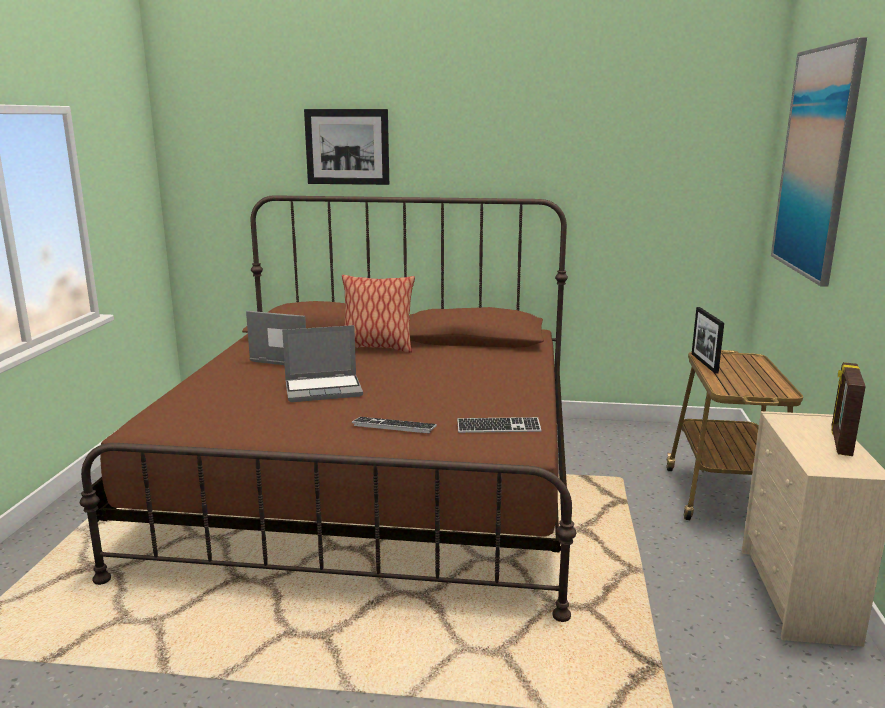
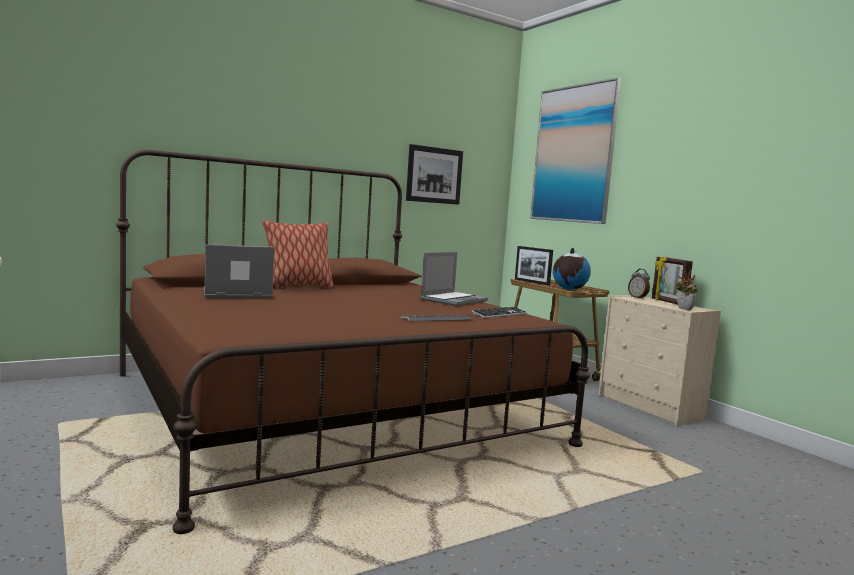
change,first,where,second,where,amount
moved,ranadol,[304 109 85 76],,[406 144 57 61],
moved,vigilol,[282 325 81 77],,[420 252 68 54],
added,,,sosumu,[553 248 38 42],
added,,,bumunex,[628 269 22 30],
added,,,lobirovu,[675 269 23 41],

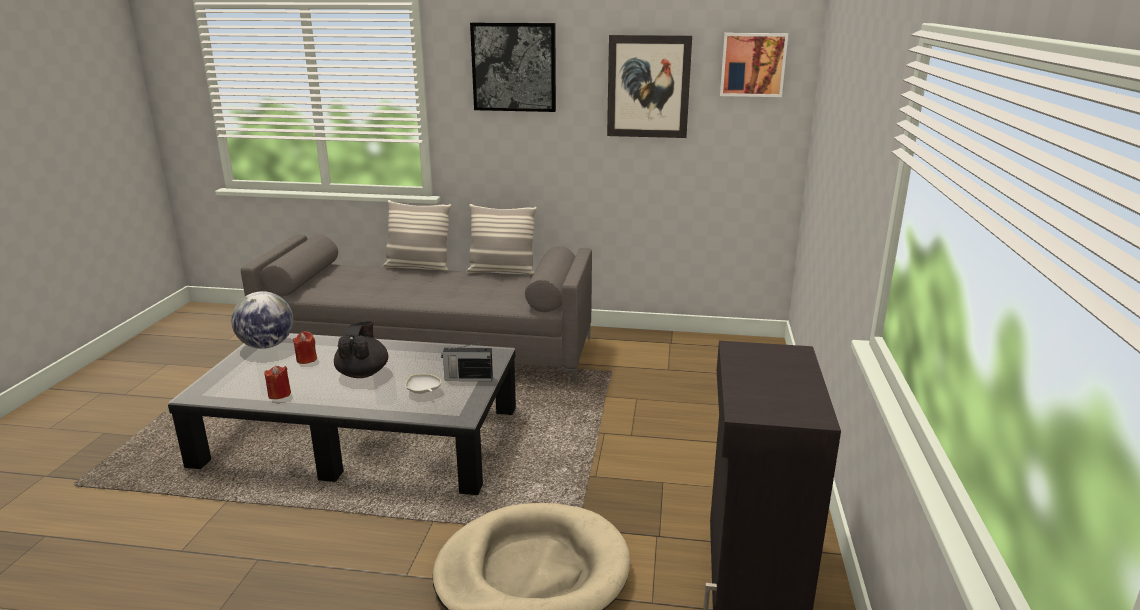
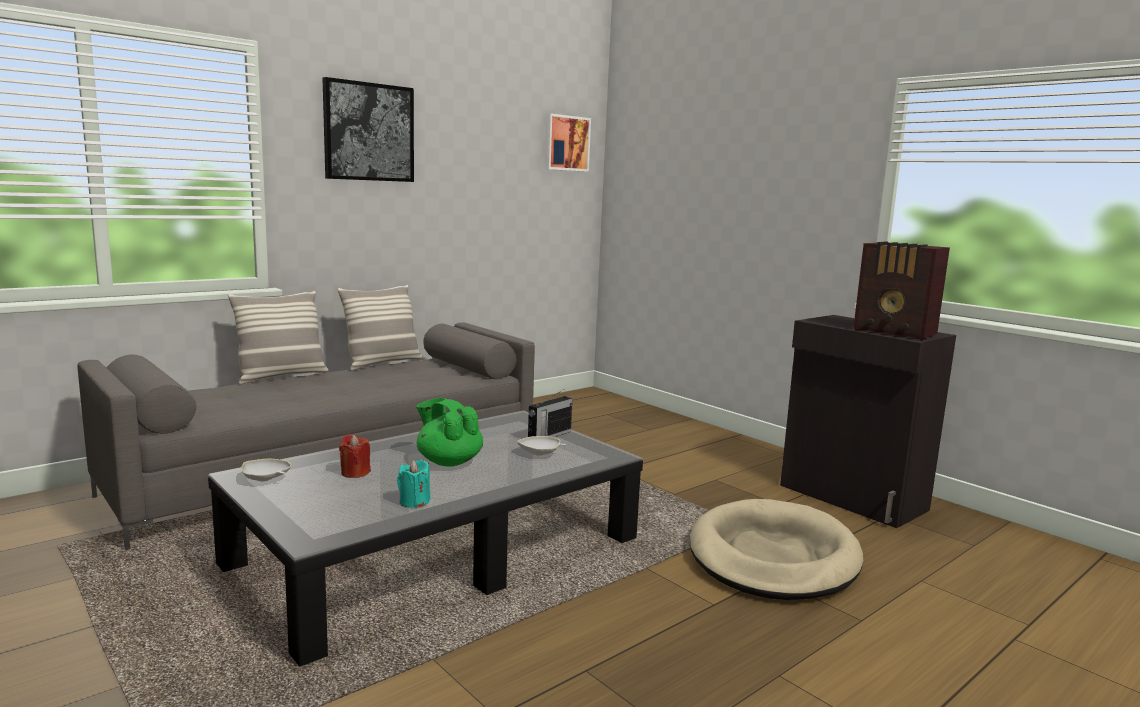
change,first,where,second,where,amount
removed,ranadol,[607 35 85 103],,,
replaced,sosumu,[231 291 62 58],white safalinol,[241 459 51 23],
recoloured,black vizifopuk,[334 321 54 57],green vizifopuk,[416 398 67 69],
recoloured,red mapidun,[264 365 27 34],turquoise mapidun,[397 460 33 48],
added,,,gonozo,[853 241 97 99],

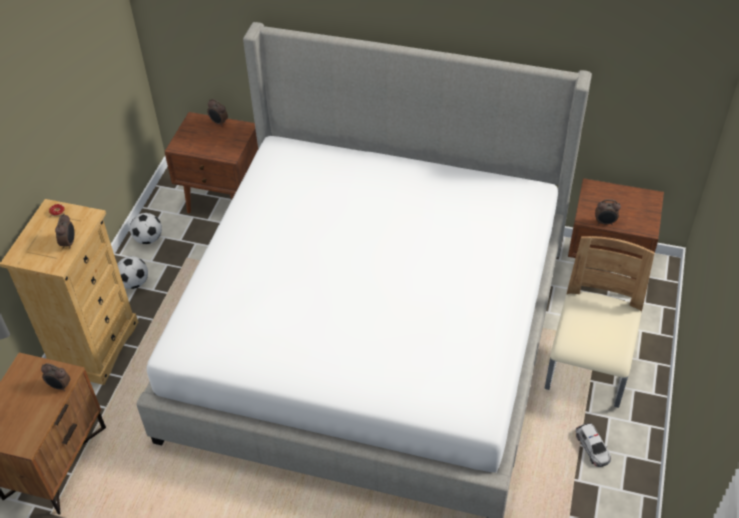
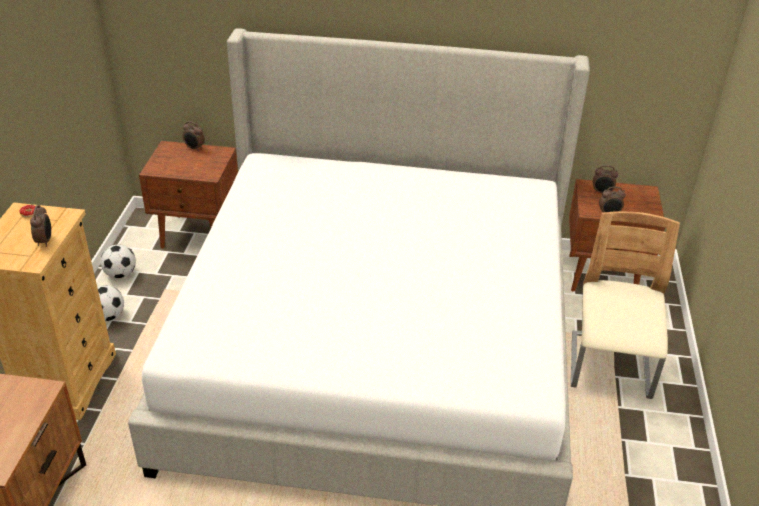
change,first,where,second,where,amount
moved,bumunex,[41 363 29 28],,[593 165 25 28],
removed,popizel,[576 423 35 44],,,

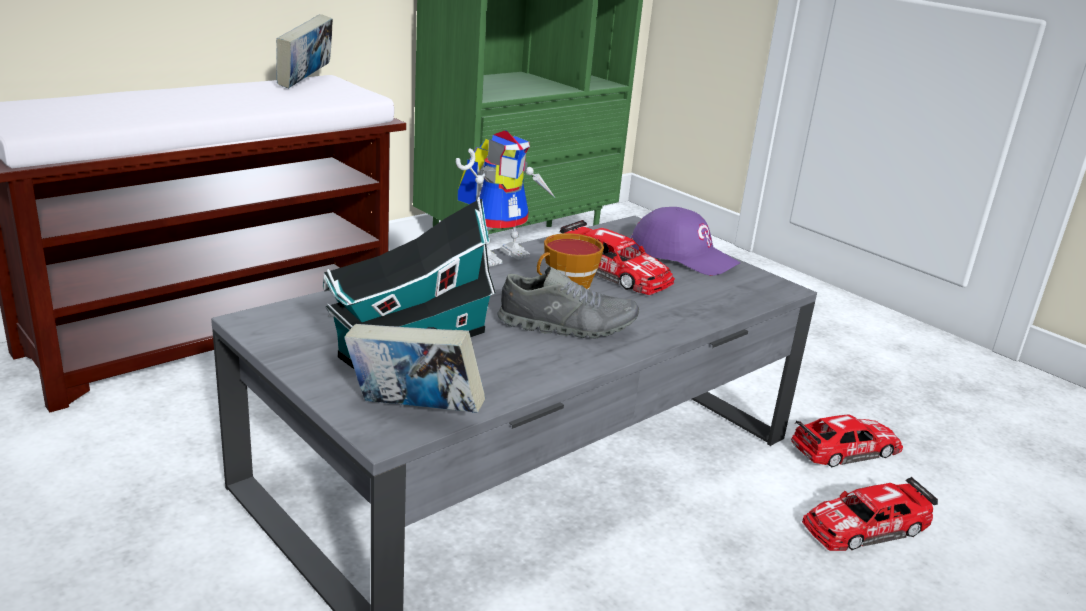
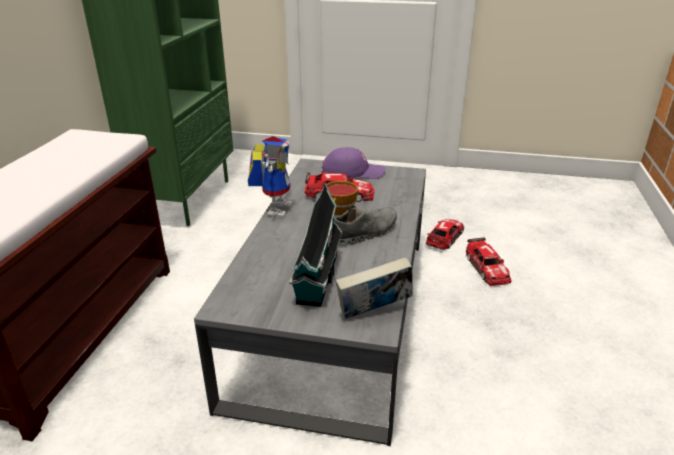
change,first,where,second,where,amount
removed,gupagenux,[276 14 57 74],,,
turned,popizel,[802 477 136 74],,[466 237 46 49],45 degrees counterclockwise

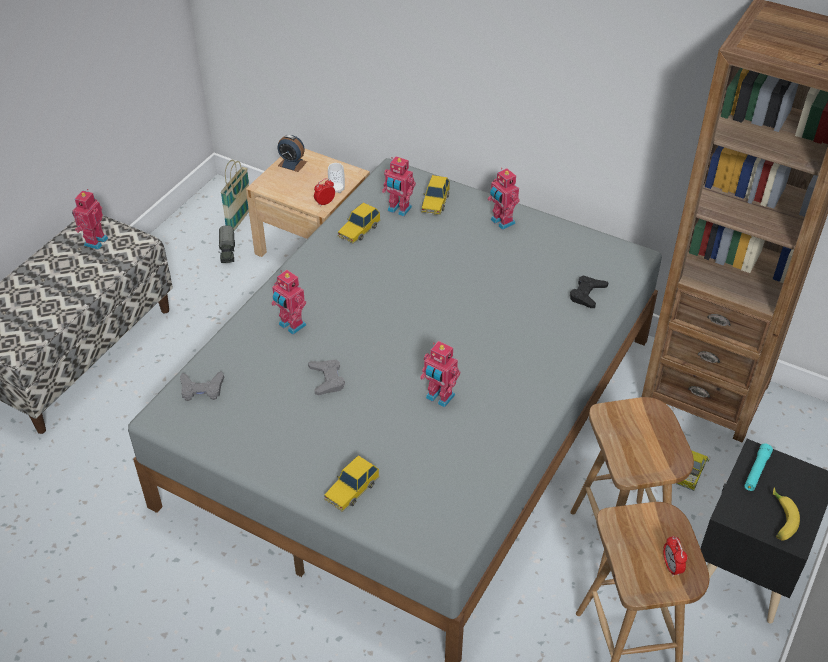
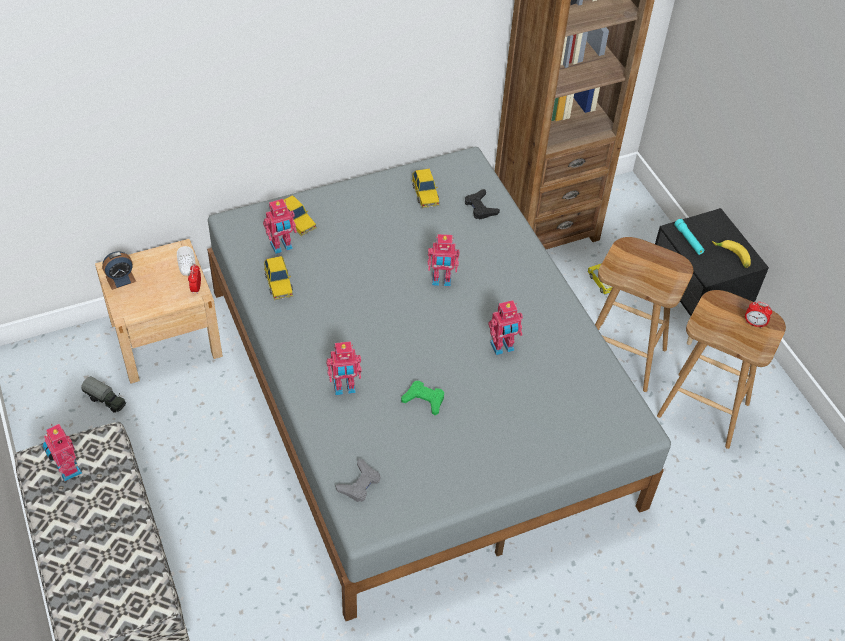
change,first,where,second,where,amount
removed,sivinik,[220 160 29 71],,,
moved,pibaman,[488 168 32 62],,[427 234 33 53],
recoloured,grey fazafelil,[308 359 37 36],green fazafelil,[401 381 43 34],
moved,popizel,[324 455 56 57],,[412 169 28 39],

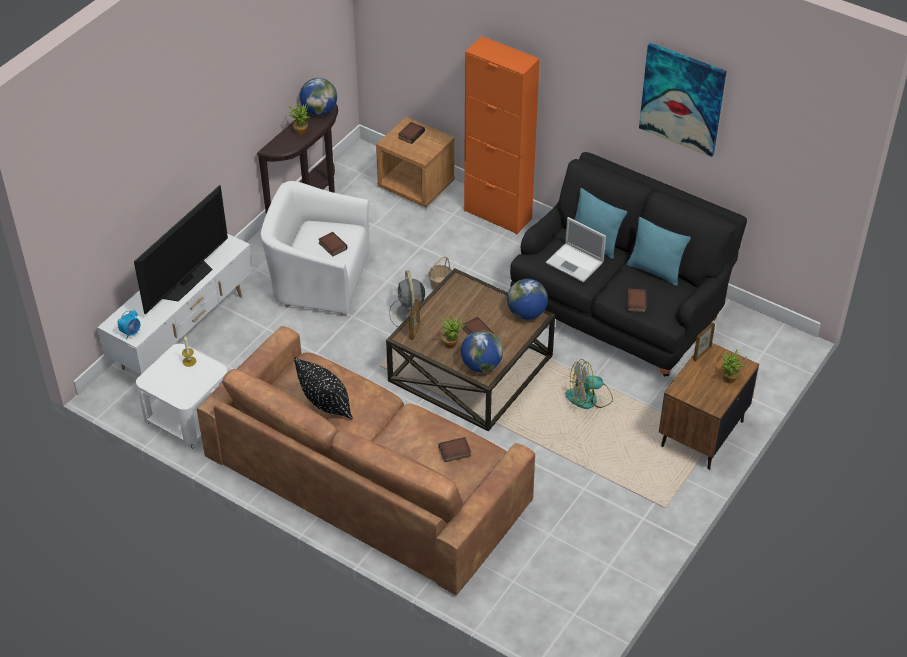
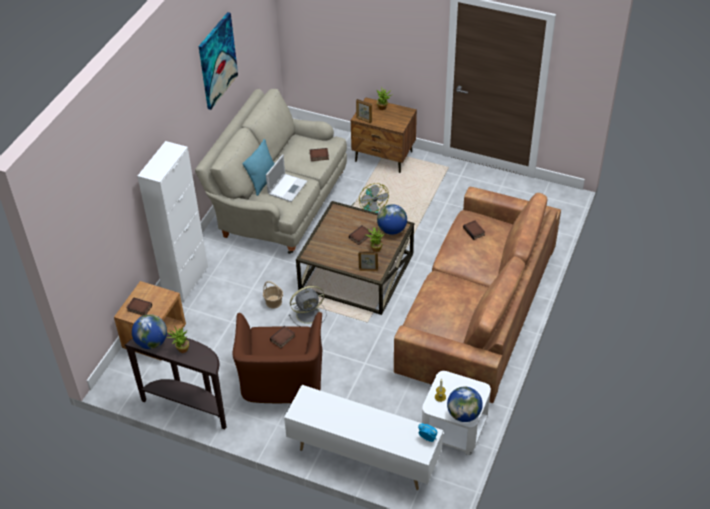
change,first,where,second,where,amount
recoloured,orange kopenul,[464 36 76 198],white kopenul,[137 141 71 161],
recoloured,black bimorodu,[510 152 237 224],beige bimorodu,[195 89 152 165],
recoloured,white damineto,[261 181 109 135],brown damineto,[232 312 90 91],
removed,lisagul,[134 185 94 130],,,
removed,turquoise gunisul,[626 217 65 69],,,
moved,sosumu,[507 279 41 41],,[447 387 36 35],
removed,black gunisul,[294 357 59 62],,,

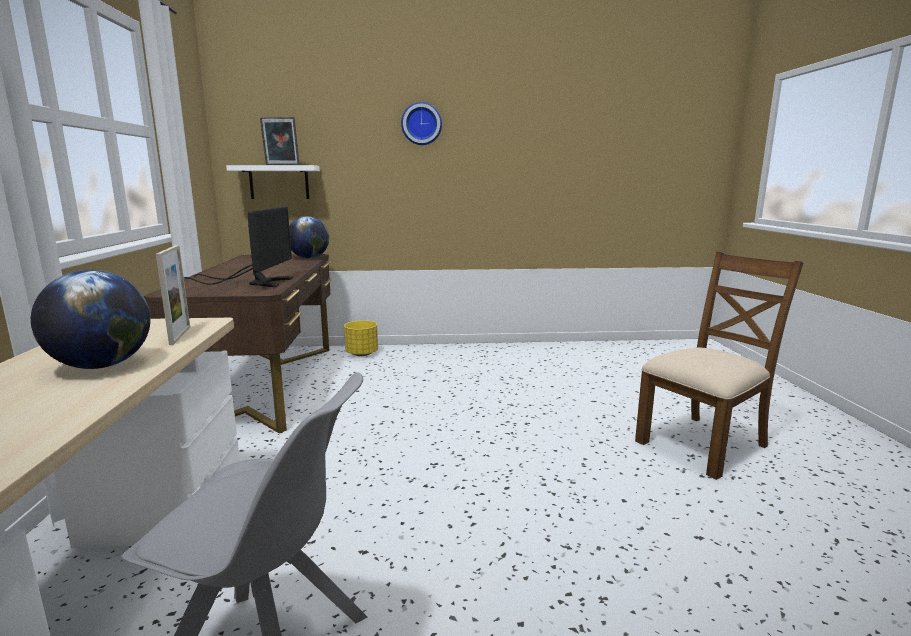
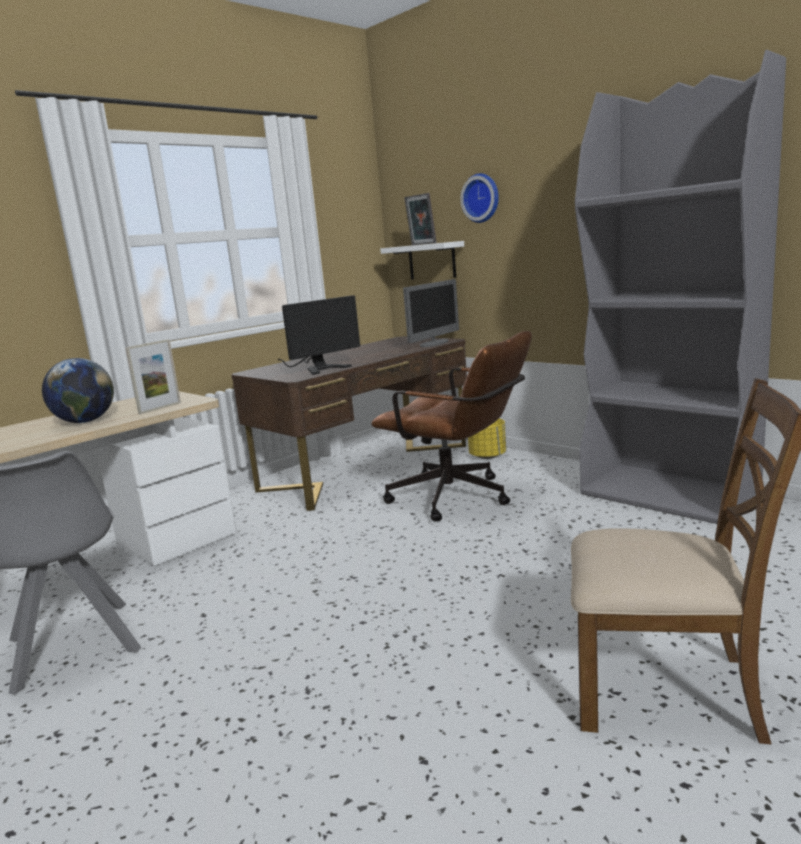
change,first,where,second,where,amount
moved,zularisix,[401 102 41 43],,[460 173 39 50],
replaced,sosumu,[289 216 40 42],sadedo,[403 279 56 68],
added,,,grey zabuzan,[575 50 211 474],
added,,,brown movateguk,[371 331 161 191],

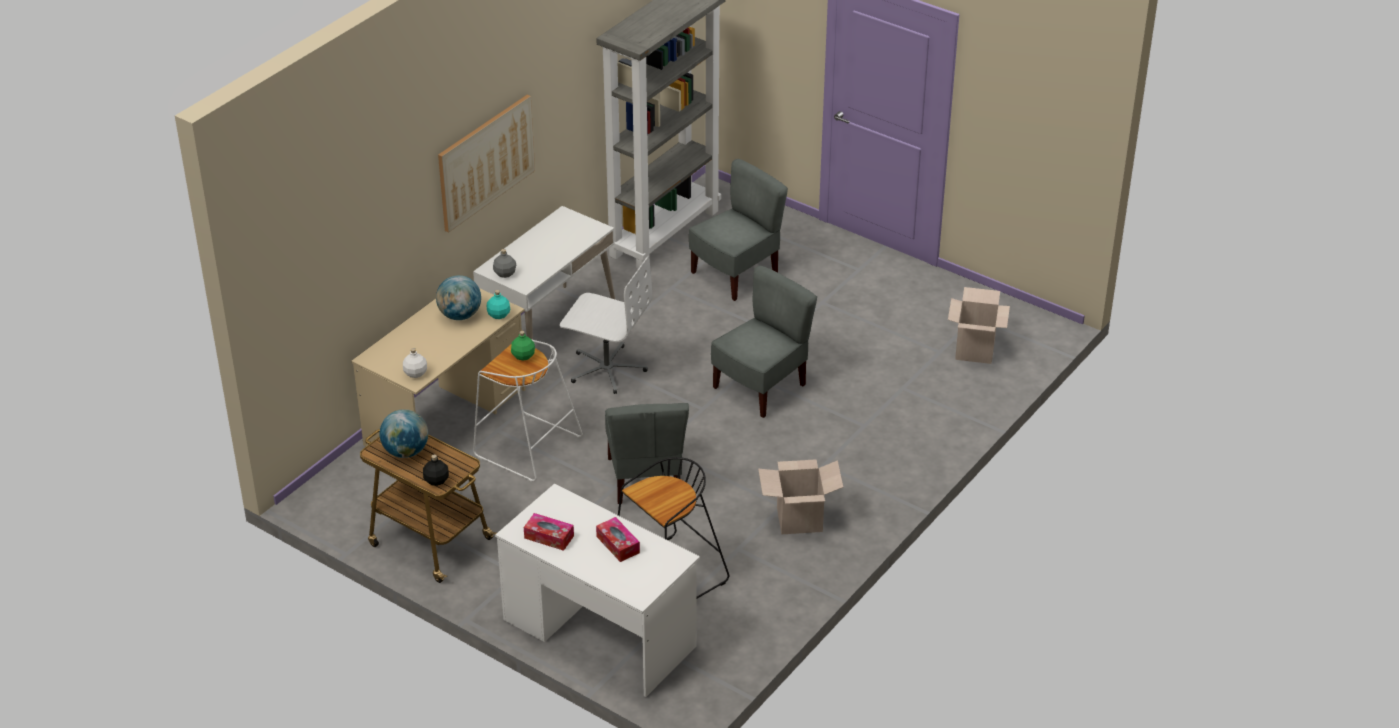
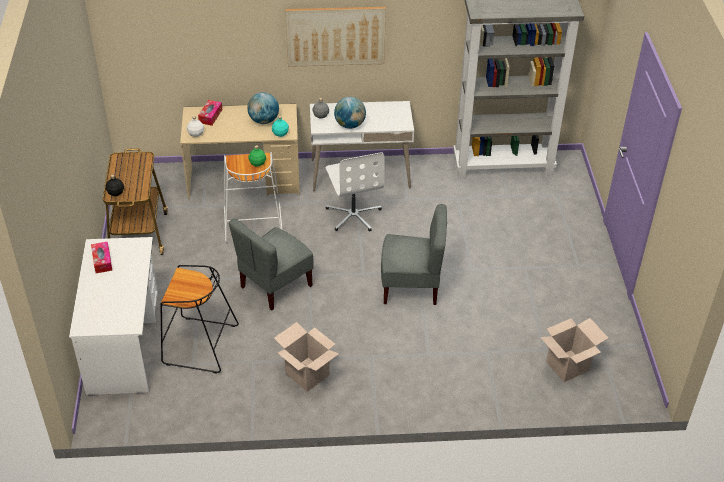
change,first,where,second,where,amount
removed,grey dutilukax,[689 159 99 142],,,
moved,sosumu,[379 409 49 49],,[334 97 32 32],
moved,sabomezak,[596 517 44 45],,[198 100 24 26],

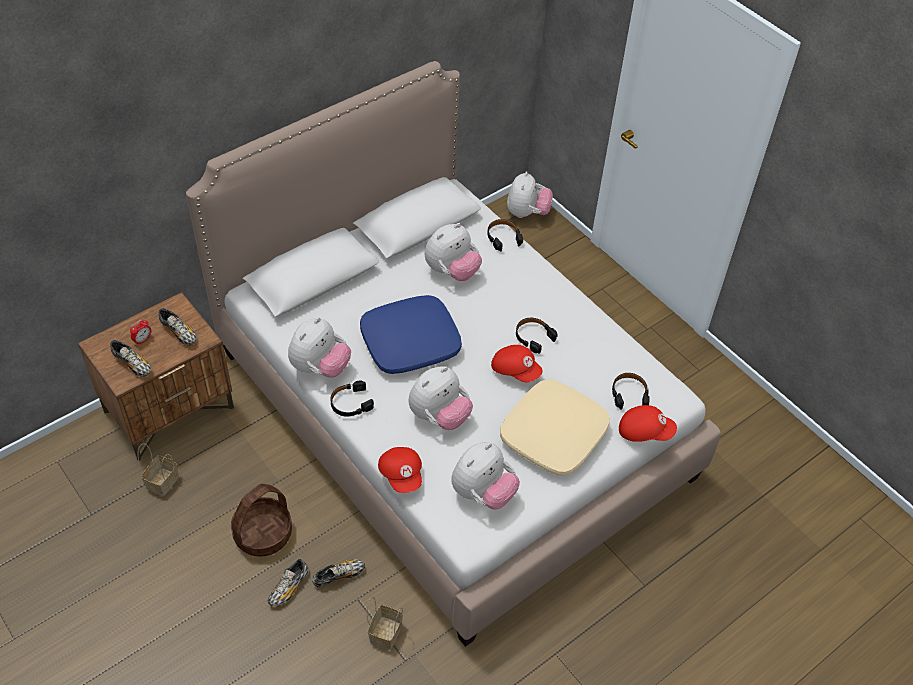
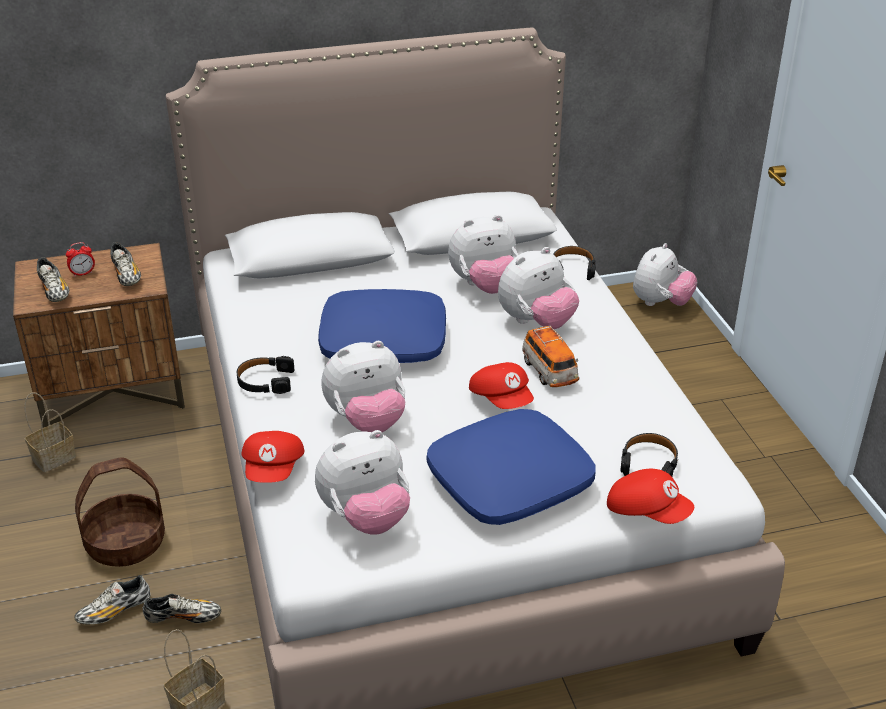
change,first,where,second,where,amount
moved,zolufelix,[288 317 63 61],,[498 247 81 82],
replaced,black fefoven,[516 318 42 36],popizel,[522 326 57 61],
recoloured,beige gunisul,[500 380 110 96],blue gunisul,[426 409 170 116],

